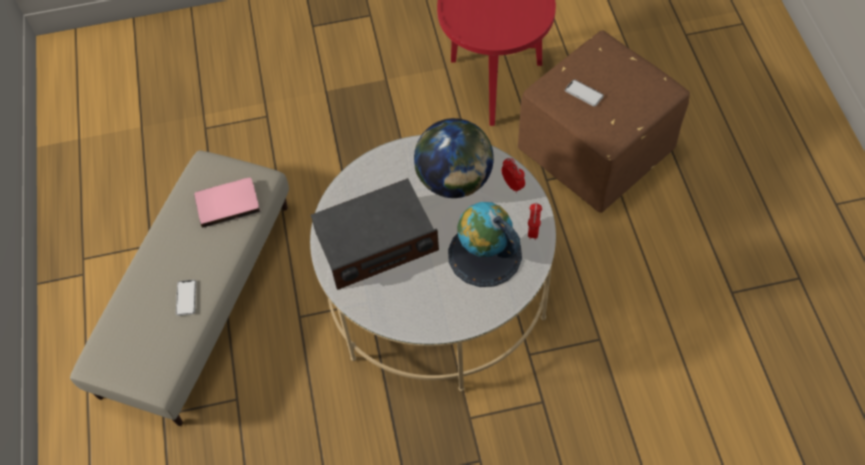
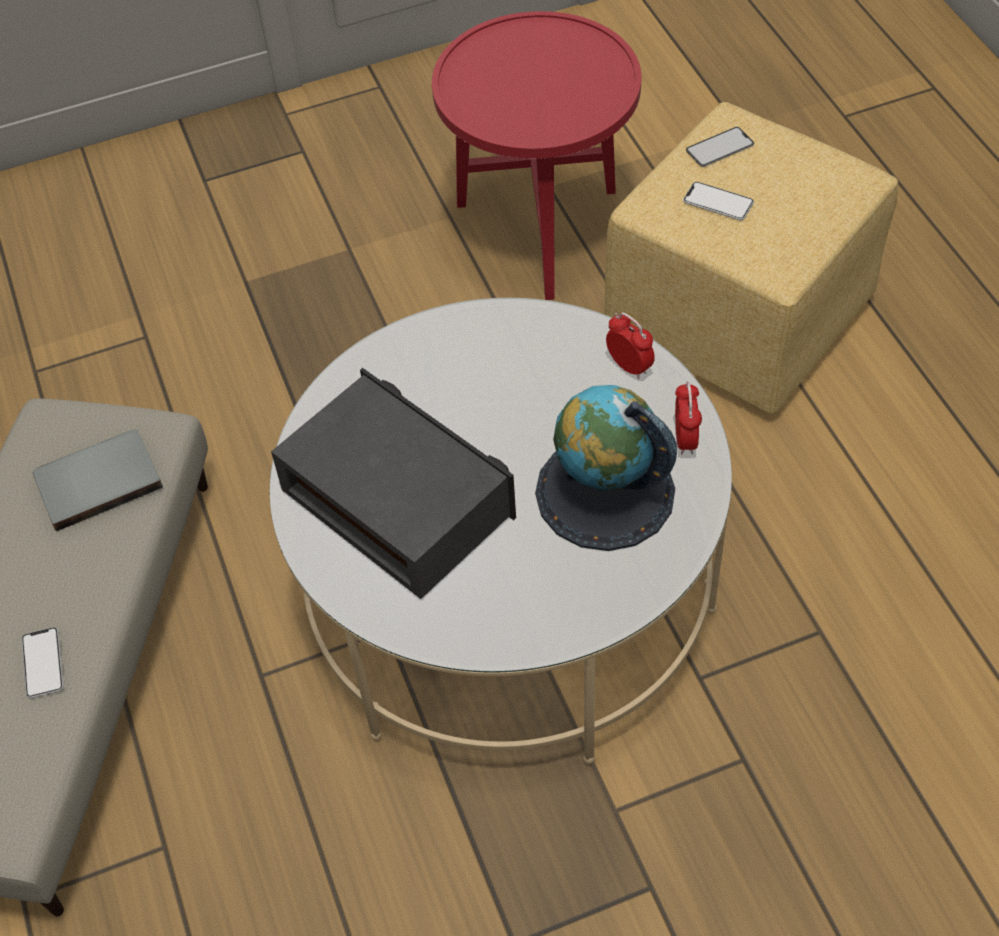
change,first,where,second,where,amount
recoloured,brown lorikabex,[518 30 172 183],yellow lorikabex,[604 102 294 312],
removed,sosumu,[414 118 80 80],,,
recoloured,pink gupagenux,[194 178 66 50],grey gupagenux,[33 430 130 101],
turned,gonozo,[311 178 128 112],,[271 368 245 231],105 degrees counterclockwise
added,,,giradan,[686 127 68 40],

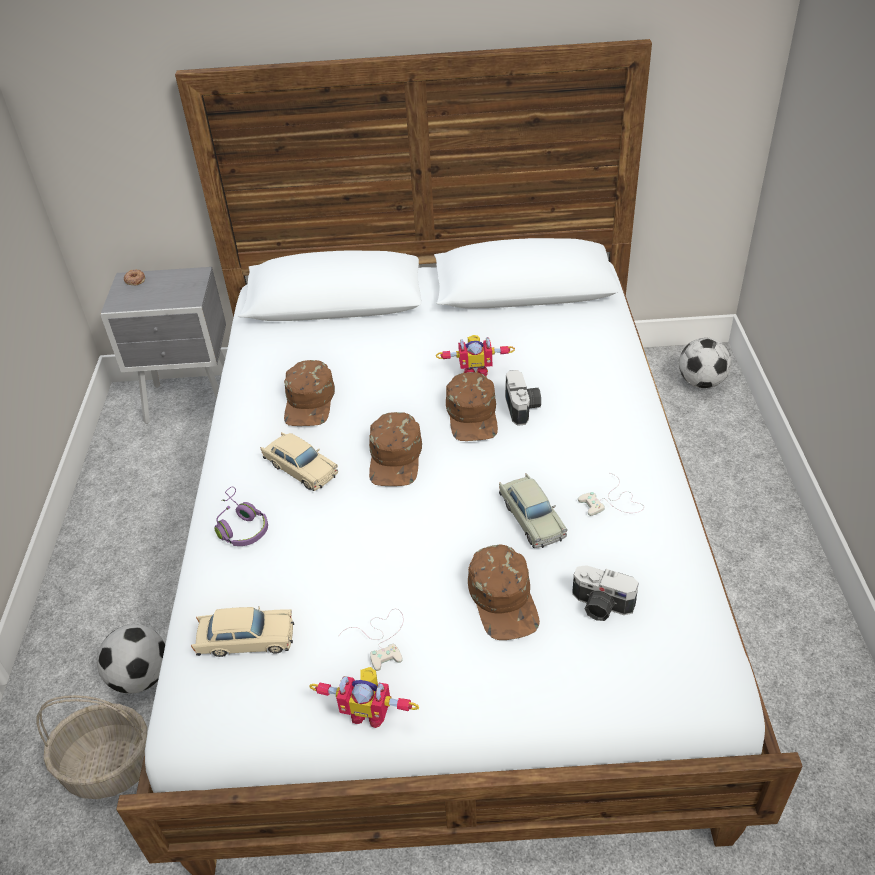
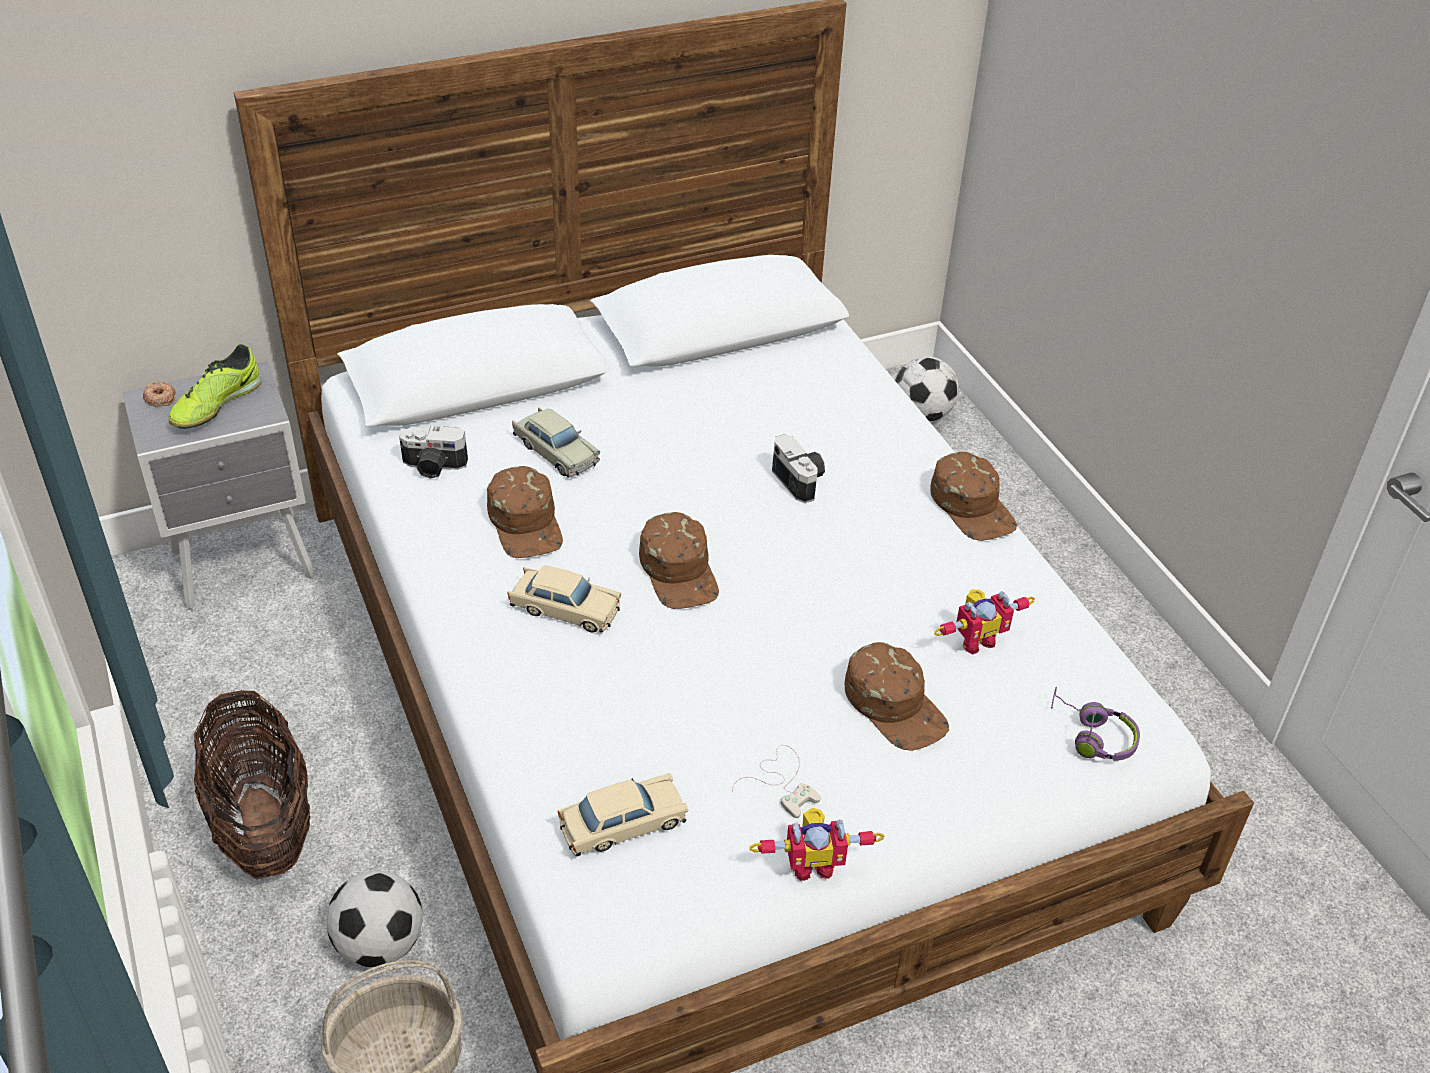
change,first,where,second,where,amount
moved,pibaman,[436 335 79 41],,[934 589 101 66],
moved,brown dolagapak,[446 372 52 69],,[930 452 87 89],
moved,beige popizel,[499 473 69 75],,[512 407 88 71],
removed,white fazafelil,[578 473 66 43],,,
moved,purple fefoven,[214 486 54 60],,[1051 687 89 74],
moved,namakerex,[572 565 67 56],,[399 426 69 53],
added,,,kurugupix,[169 344 92 85],
added,,,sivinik,[193 689 117 190],

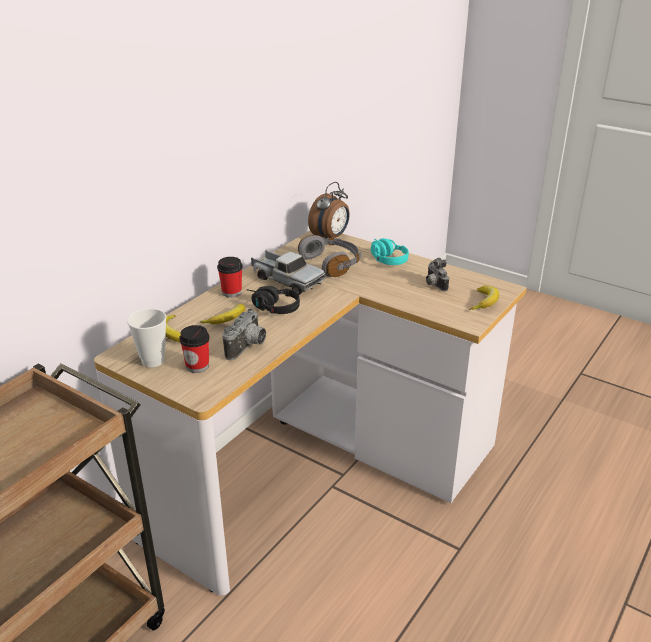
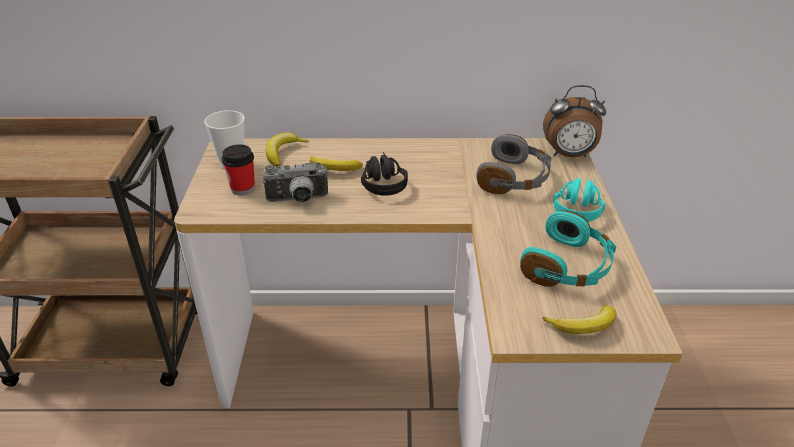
change,first,where,second,where,amount
removed,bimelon,[251 250 75 45],,,
removed,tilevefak,[217 257 26 41],,,
replaced,namakerex,[426 258 23 33],turquoise fefoven,[520 211 96 76],

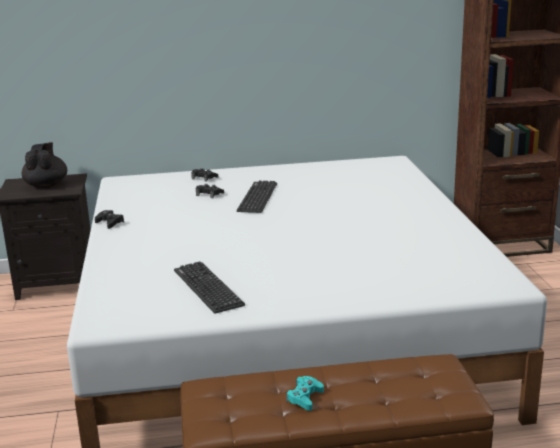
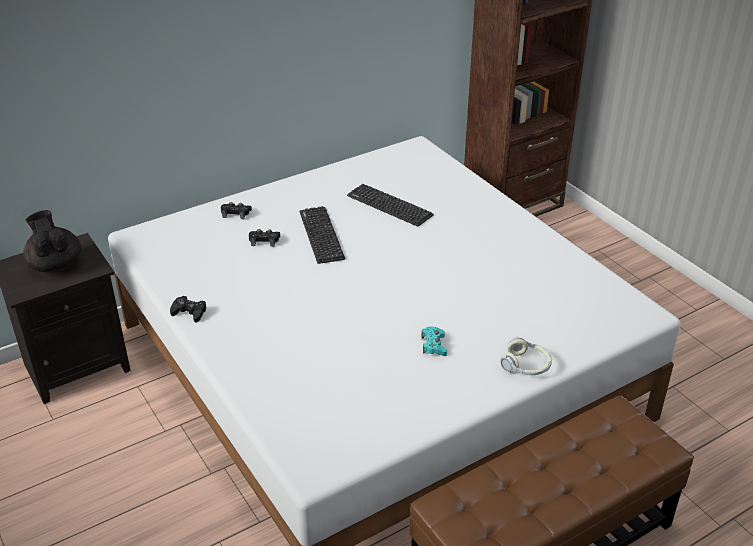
change,first,where,second,where,amount
moved,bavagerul,[174 262 71 51],,[347 184 87 43],
moved,turquoise fazafelil,[286 376 38 35],,[422 326 25 30],
added,,,fefoven,[500 337 52 38],

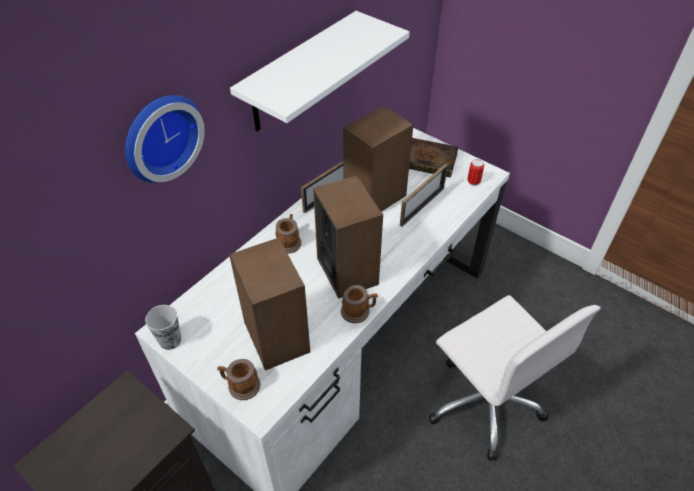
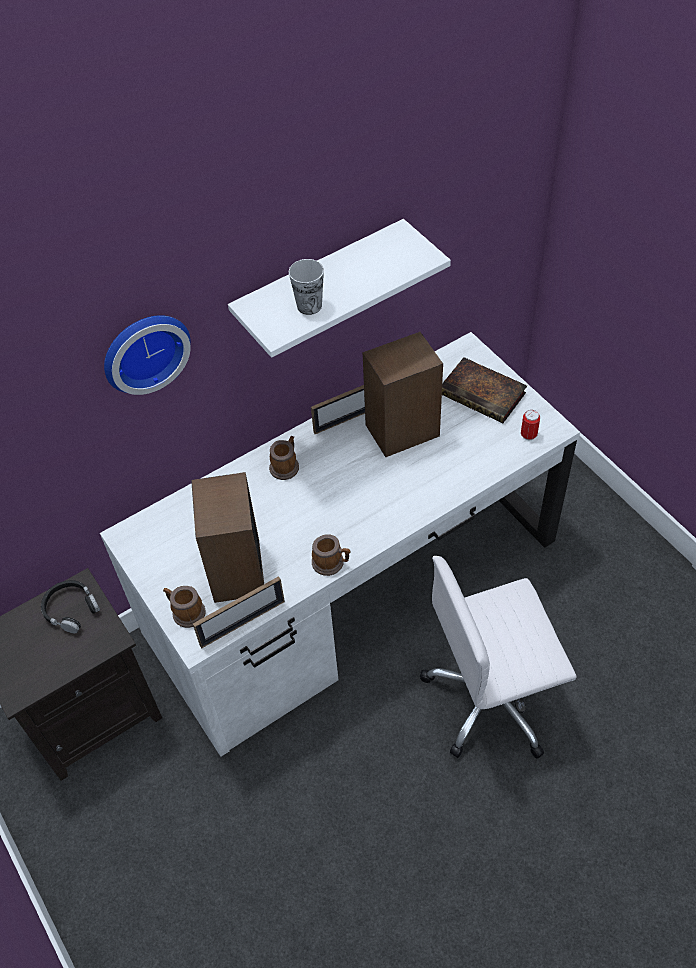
change,first,where,second,where,amount
moved,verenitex,[400 164 48 63],,[193 576 92 72],
removed,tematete,[313 175 70 124],,,
turned,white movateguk,[428 295 173 165],,[420 556 156 203],90 degrees clockwise
moved,tilevefak,[145 305 36 45],,[289 259 35 56],
added,,,black fefoven,[41 580 59 54],

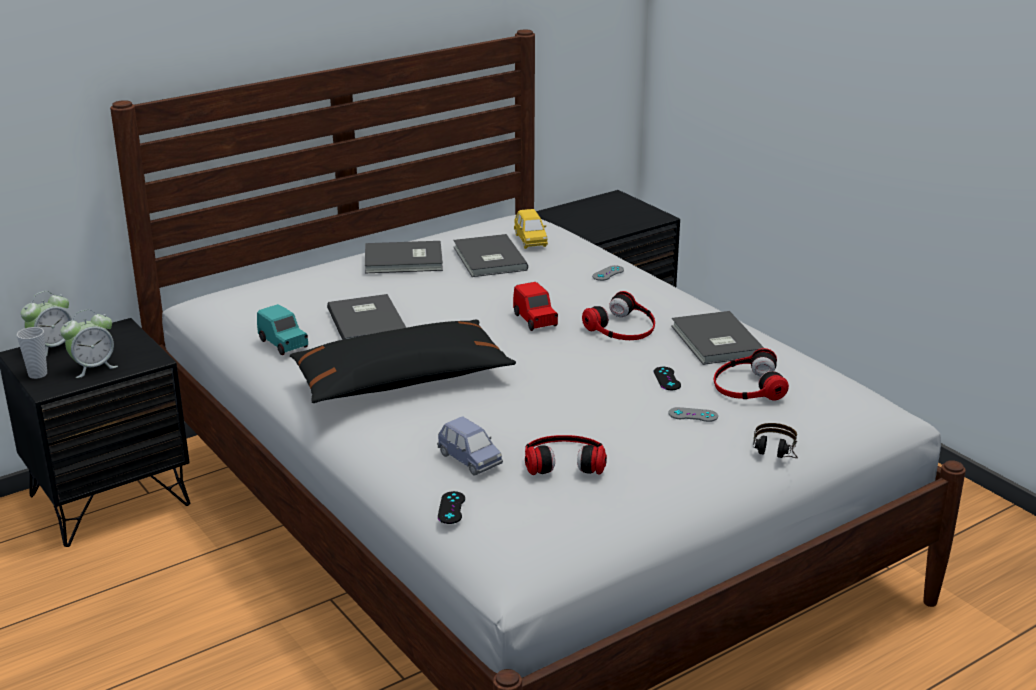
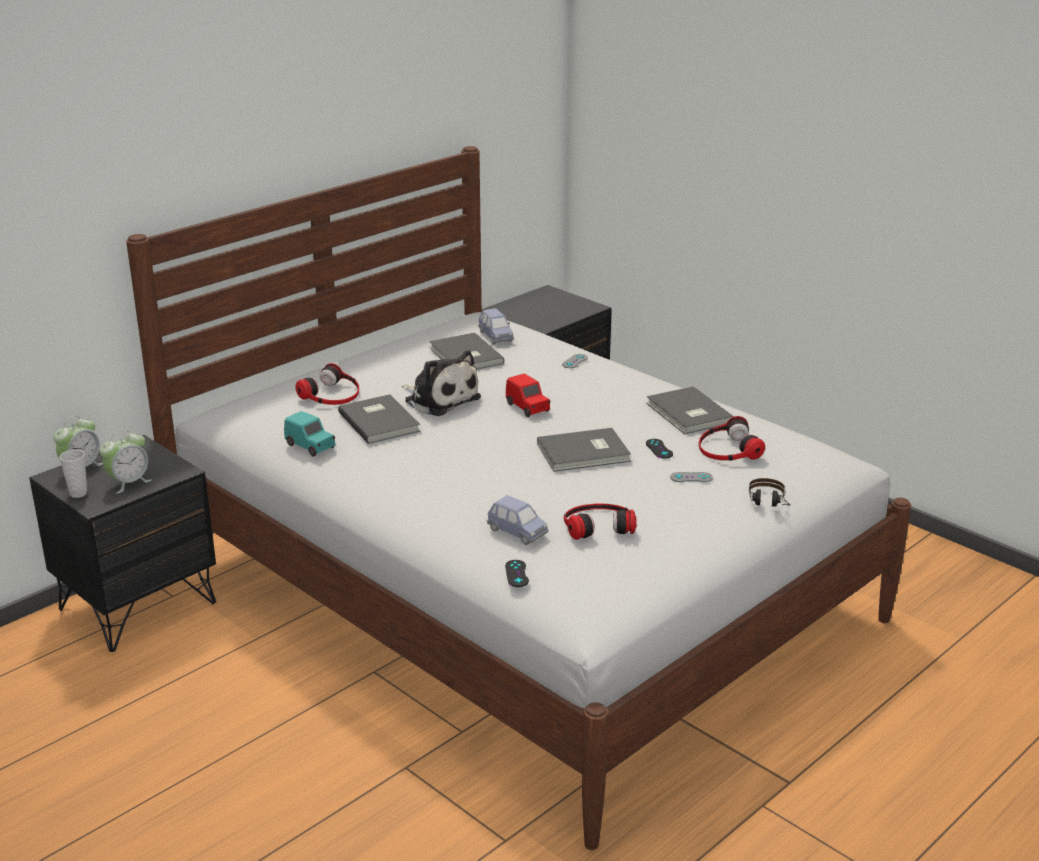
change,first,where,second,where,amount
recoloured,yellow popizel,[514 209 34 40],blue popizel,[478 308 36 37],
moved,grey gupagenux,[365 241 78 32],,[537 428 94 44],
moved,fefoven,[582 291 73 49],,[296 363 63 42],
removed,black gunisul,[290 320 226 83],,,
added,,,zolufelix,[402 350 79 66],

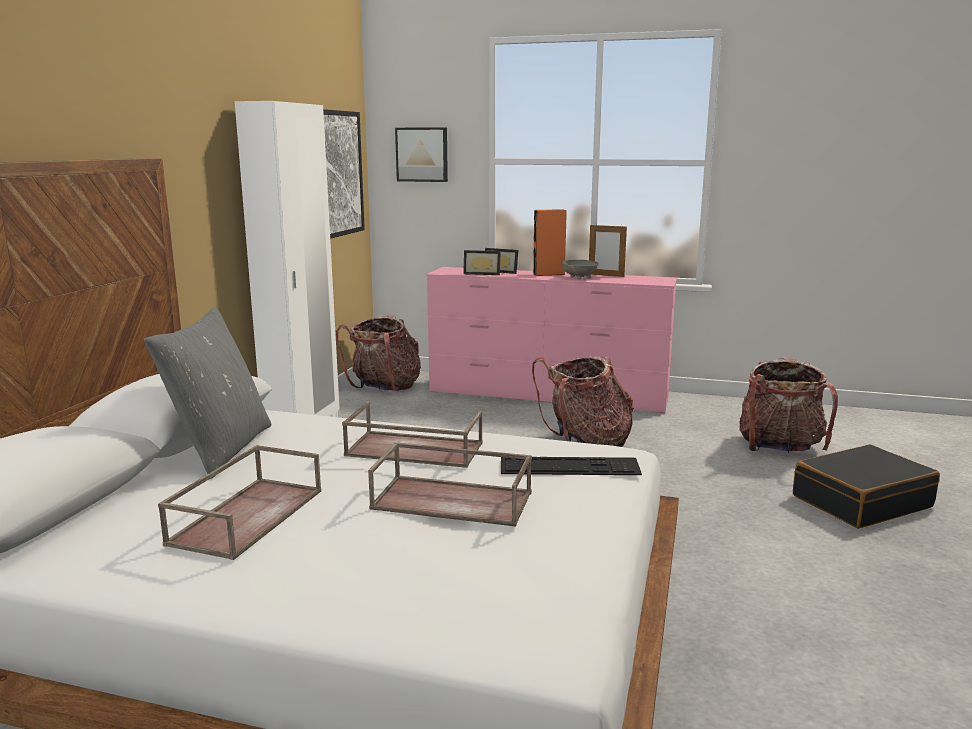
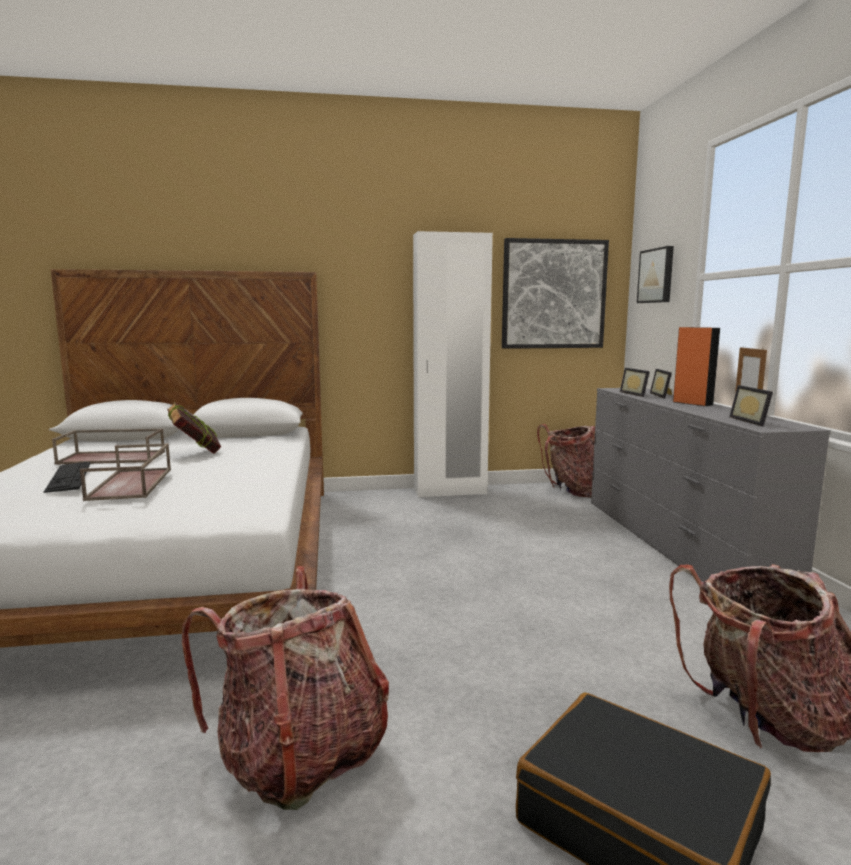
change,first,where,second,where,amount
removed,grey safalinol,[561 260 38 19],,,
recoloured,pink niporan,[426 267 251 146],grey niporan,[591 388 240 194],
removed,grey gunisul,[144 307 127 172],,,
moved,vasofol,[532 356 102 91],,[182 566 207 244],
removed,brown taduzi,[342 402 141 66],,,
moved,bavagerul,[501 457 141 18],,[44 462 46 31],
added,,,verenitex,[729 385 44 41],
added,,,gupagenux,[167 402 54 52],

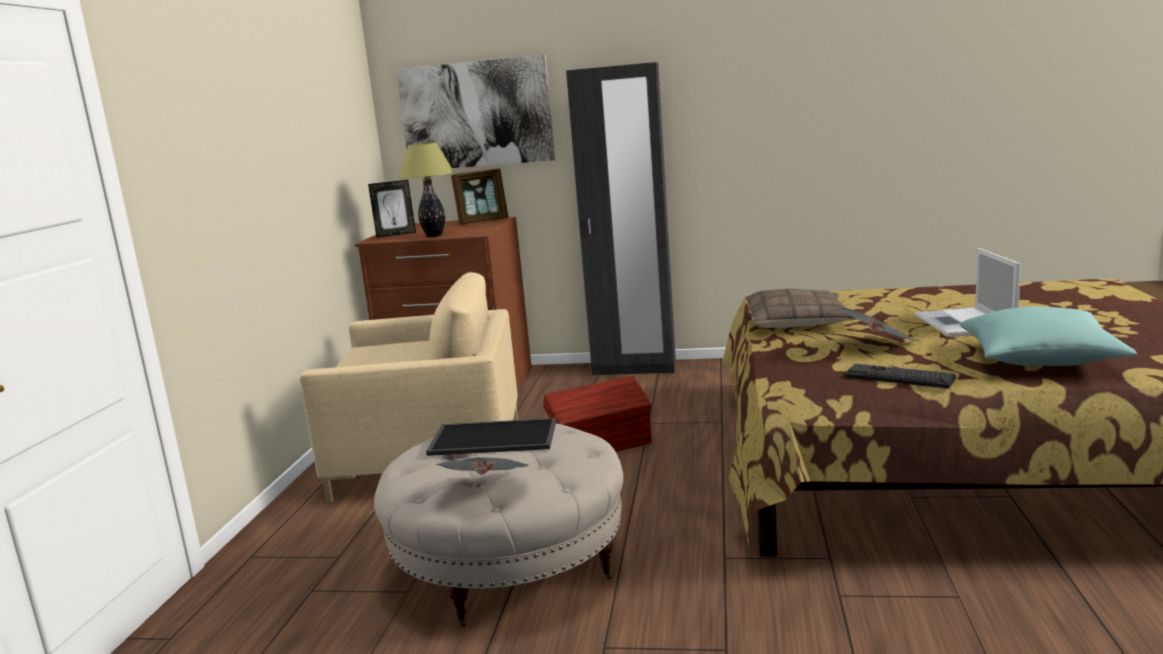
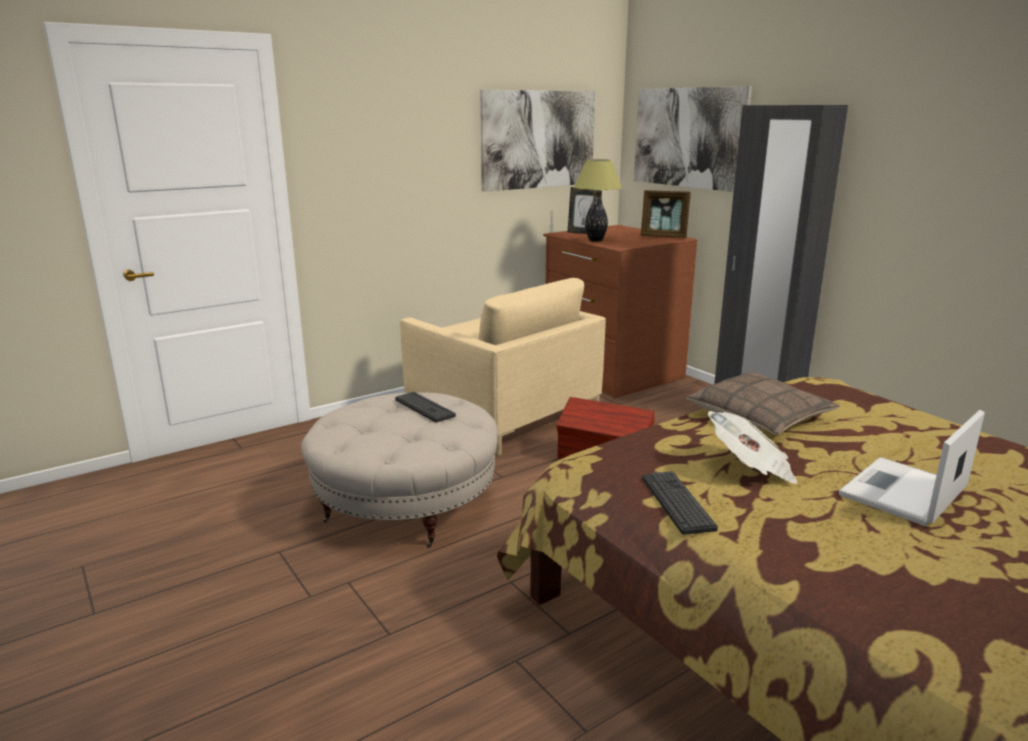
change,first,where,second,where,amount
removed,turquoise gunisul,[959 306 178 60],,,
replaced,taduzi,[426 418 130 38],bavagerul,[395 392 61 31],
removed,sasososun,[435 457 93 18],,,
added,,,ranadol,[480 90 116 102],

